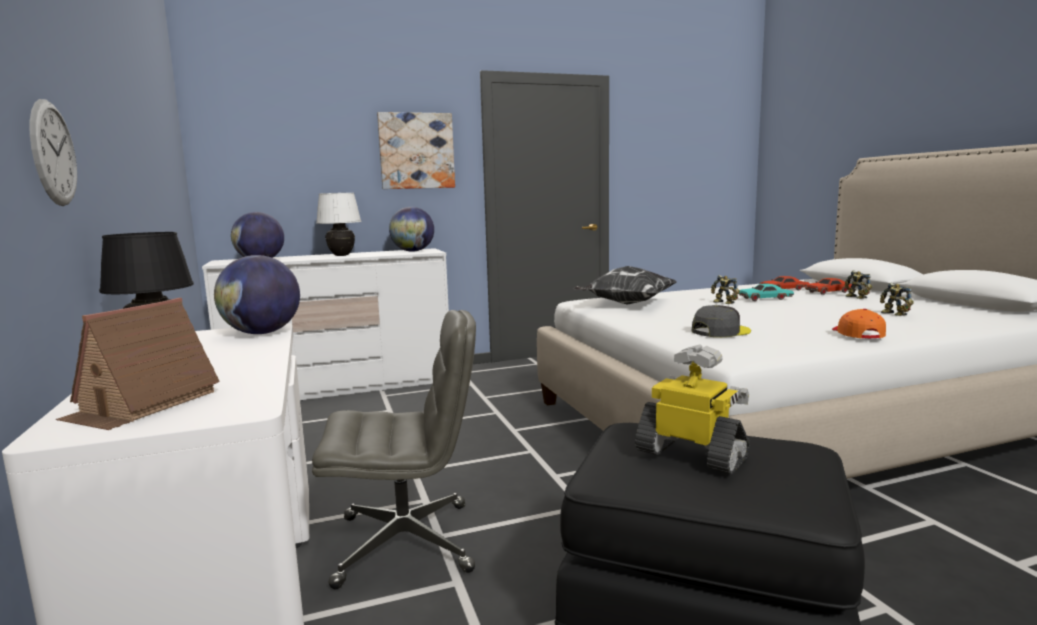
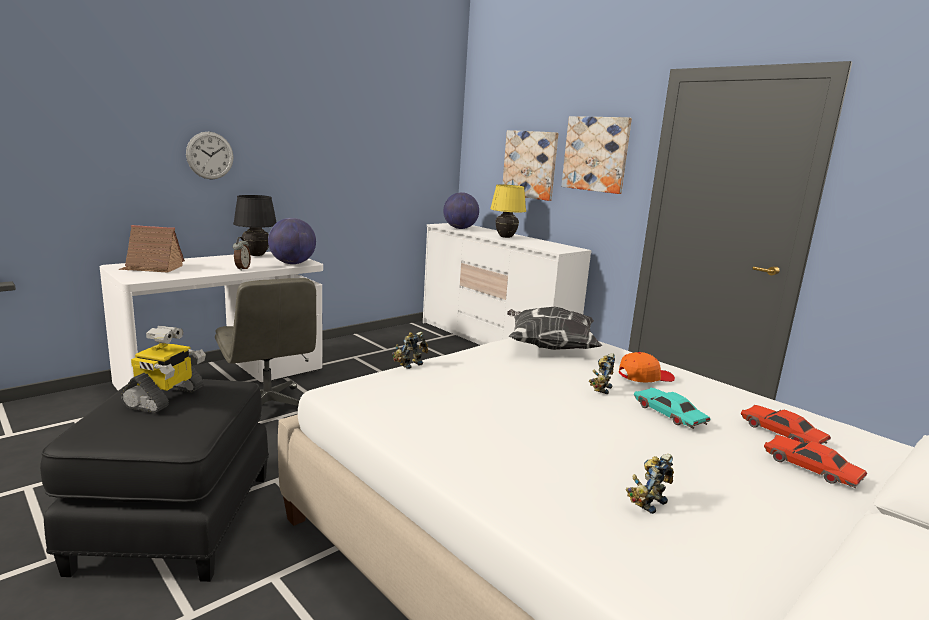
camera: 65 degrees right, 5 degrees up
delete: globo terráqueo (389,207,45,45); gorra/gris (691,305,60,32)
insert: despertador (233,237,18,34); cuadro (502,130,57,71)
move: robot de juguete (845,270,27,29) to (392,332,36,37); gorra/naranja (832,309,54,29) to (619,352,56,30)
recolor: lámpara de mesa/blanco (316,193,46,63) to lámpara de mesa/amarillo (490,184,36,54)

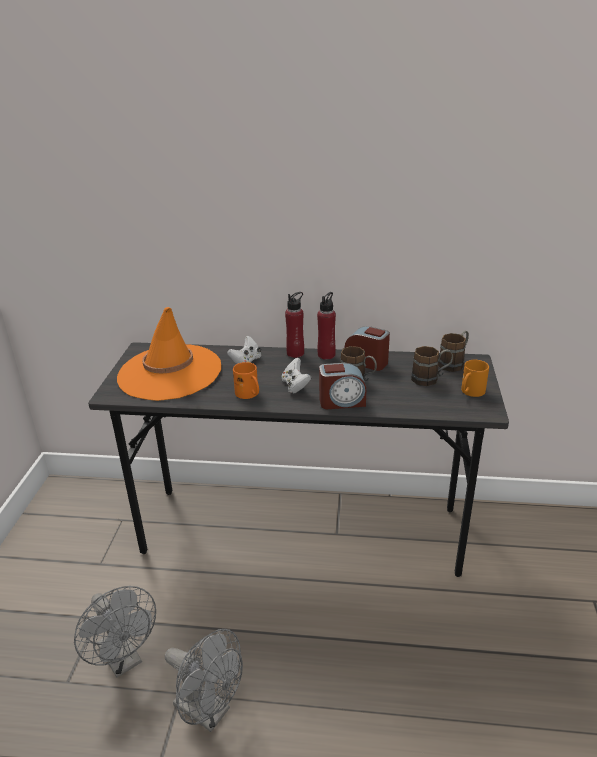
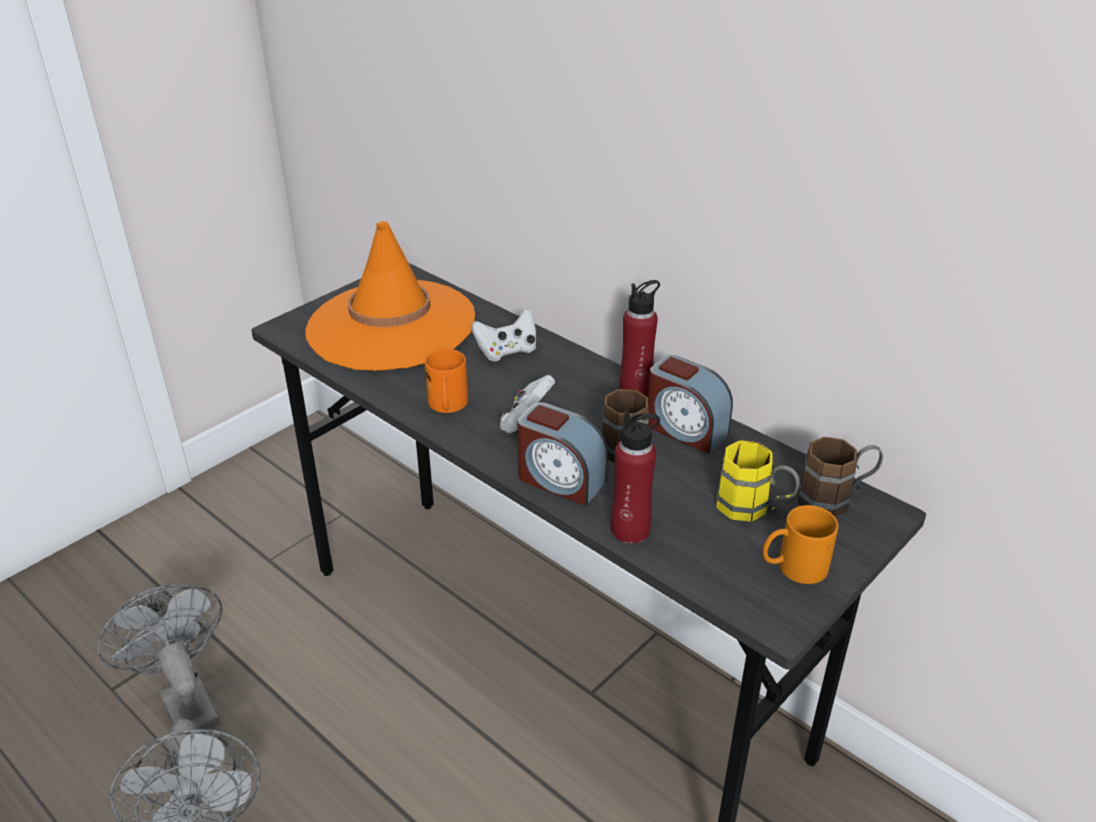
camera: 35 degrees right, 5 degrees up
move: botella/rojo (285,292,19,66) to (611,410,49,133)
recolor: taza grande/marrón (411,346,42,40) to taza grande/amarillo (716,440,84,82)
rotate: ventilador/gris (74,586,82,92) = (97,585,125,144) 150 degrees clockwise; despertador (345,326,45,45) = (648,355,85,99) 150 degrees clockwise

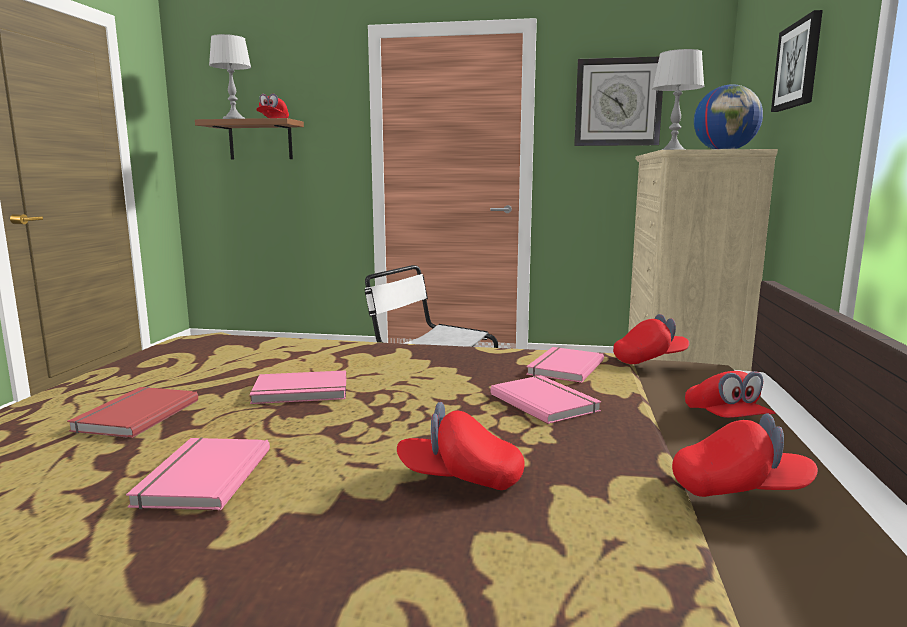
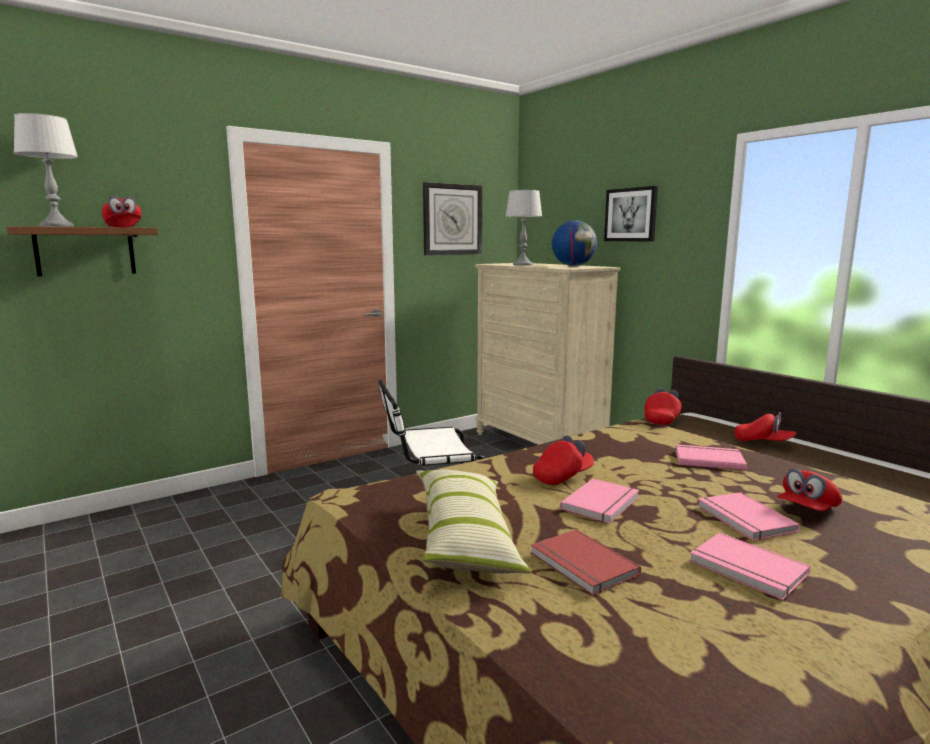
camera: 45 degrees left, 0 degrees up
insert: cojín (416,469,115,104)
move: gorra/rojo (672,413,146,84) to (533,435,61,50); libro/rosa (526,347,78,36) to (698,492,102,48)

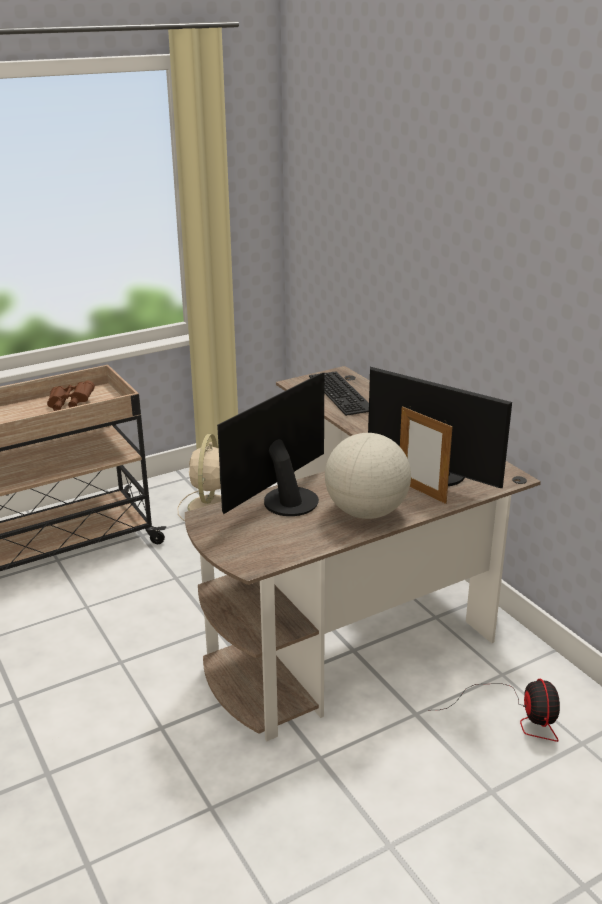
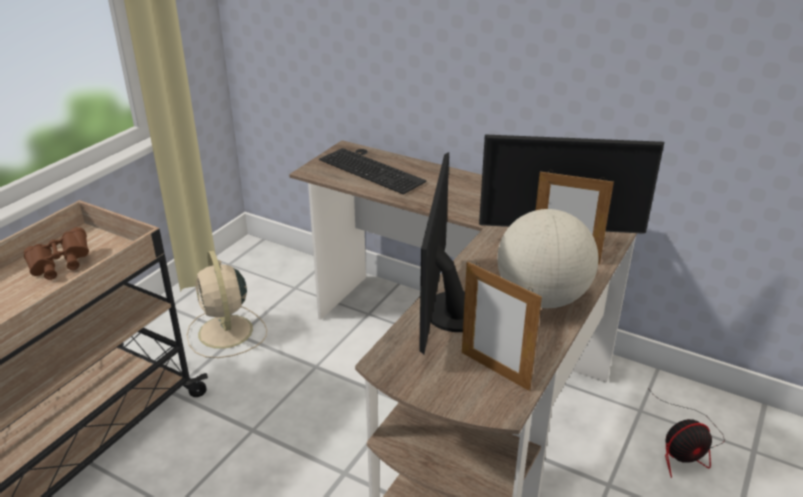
camera: 30 degrees left, 5 degrees up
insert: portarretratos (462,261,80,130)
rotate: ventilador (440,679,120,63) = (648,388,77,90) 105 degrees clockwise

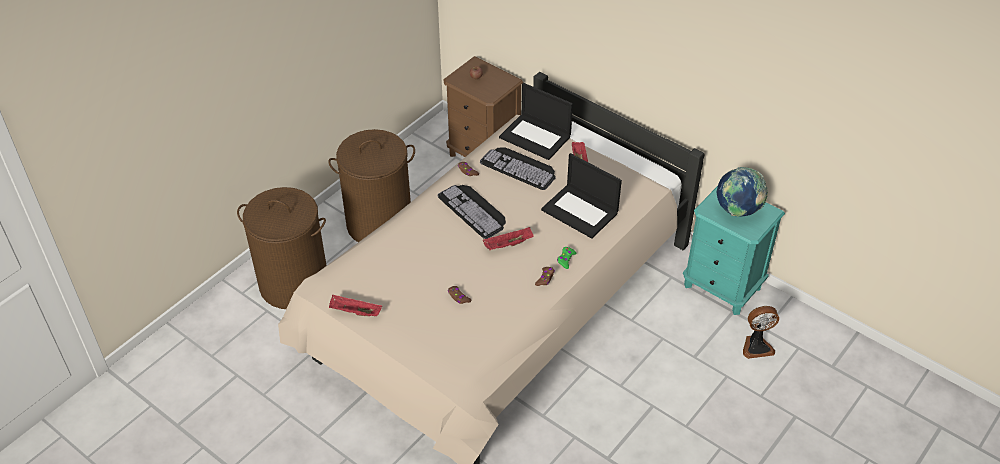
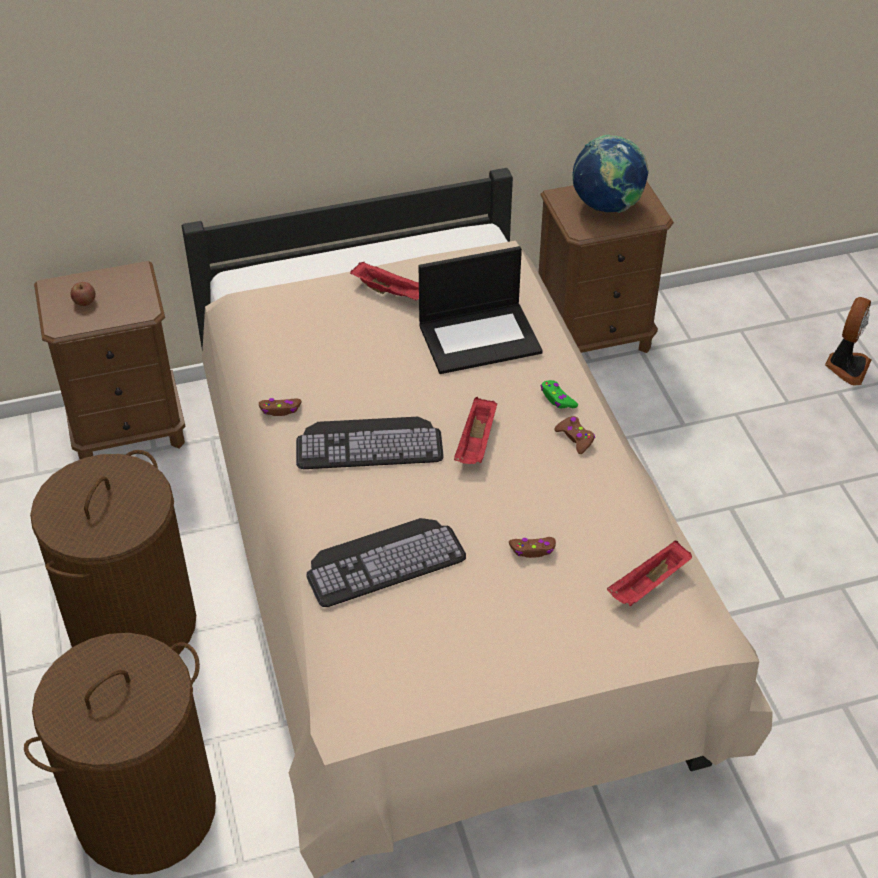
camera: 55 degrees left, 0 degrees up
delete: portátil (499,83,74,77)
move: teclado (480,147,76,43) to (306,518,160,89); bandeja/rojo (329,295,53,21) to (607,541,85,66); ventilador (743,306,36,53) to (825,297,46,88)
recolor: mesita de noche/turquesa (683,186,102,129) to mesita de noche/marrón (539,181,135,172)

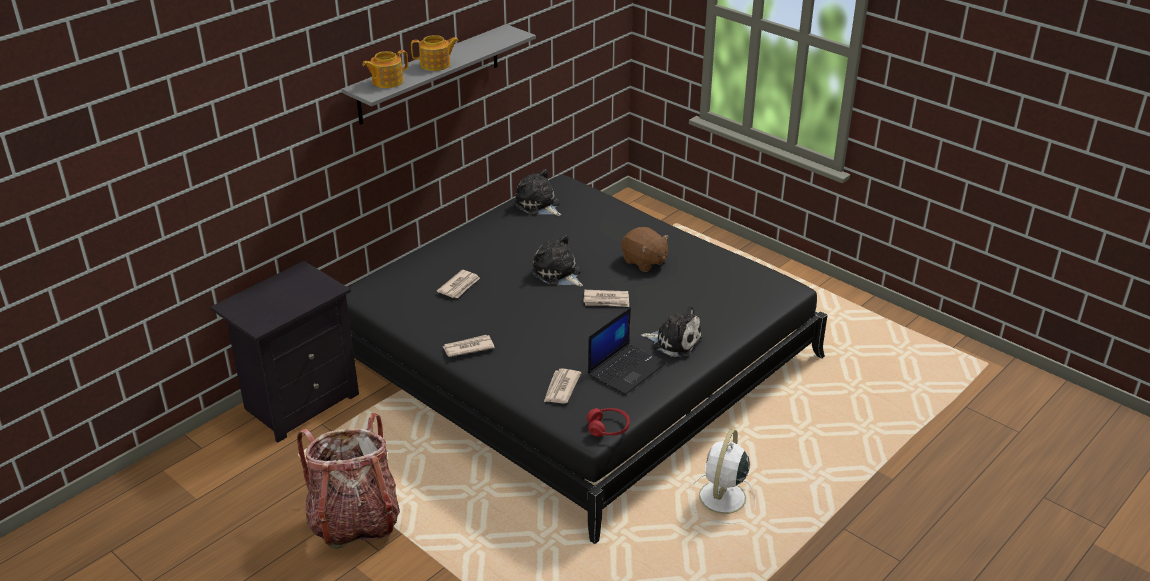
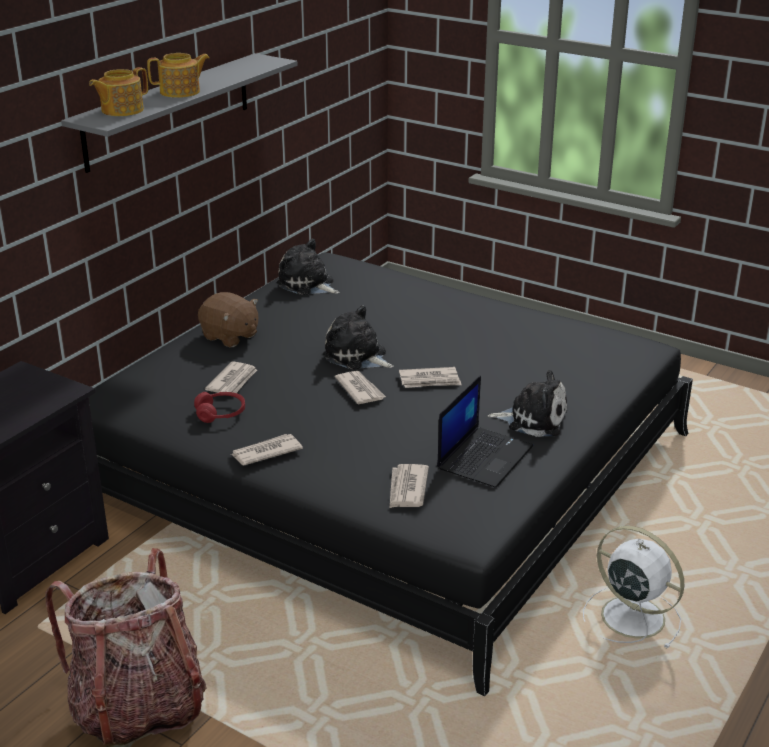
camera: 10 degrees left, 5 degrees down
insert: periódico (335,371,51,33)
move: auriculares/rojo (587,408,43,29) to (194,392,51,31); peluche/marrón (621,227,48,45) to (198,292,60,55)
rotate: ventilador/blanco (688,429,68,95) = (583,526,101,123) 120 degrees clockwise

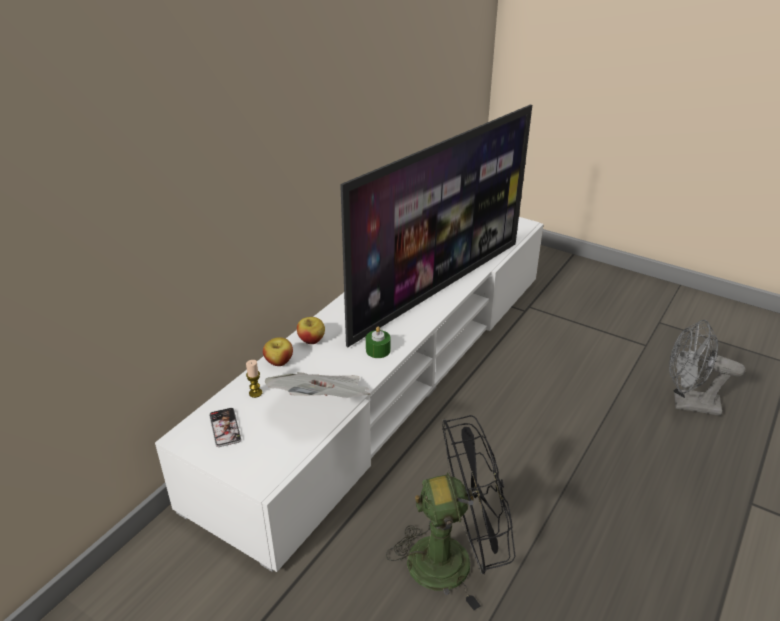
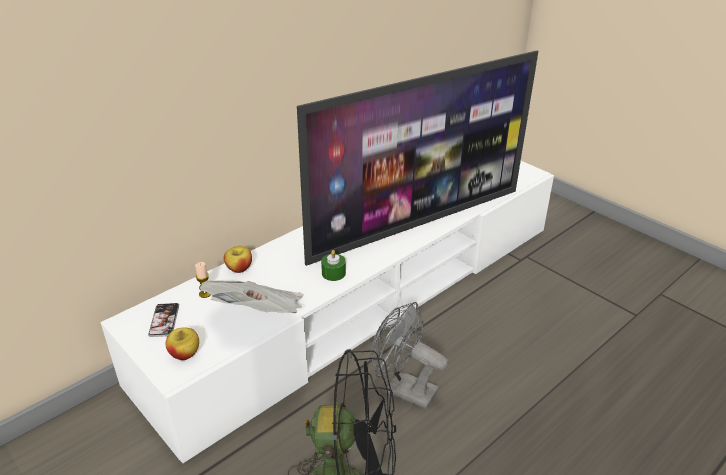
camera: 15 degrees right, 0 degrees up
move: manzana (297,317,28,27) to (165,327,34,33); ventilador/gris (669,320,76,96) to (371,302,77,107)

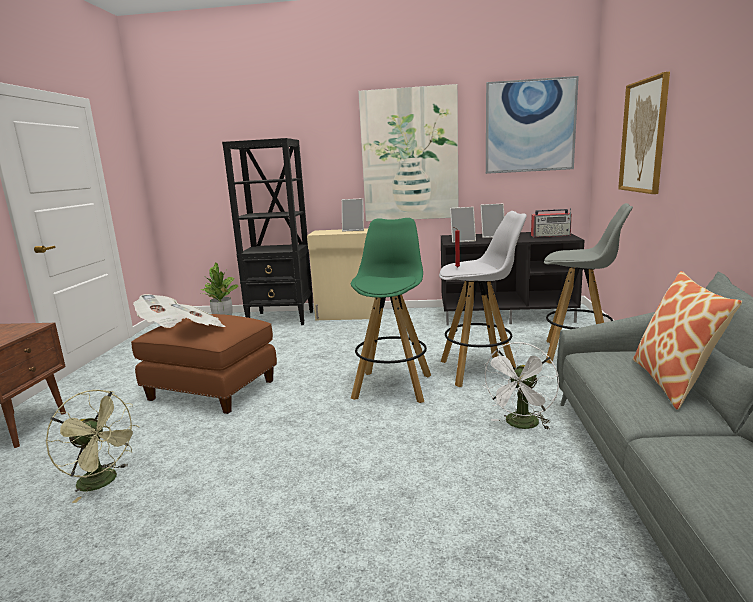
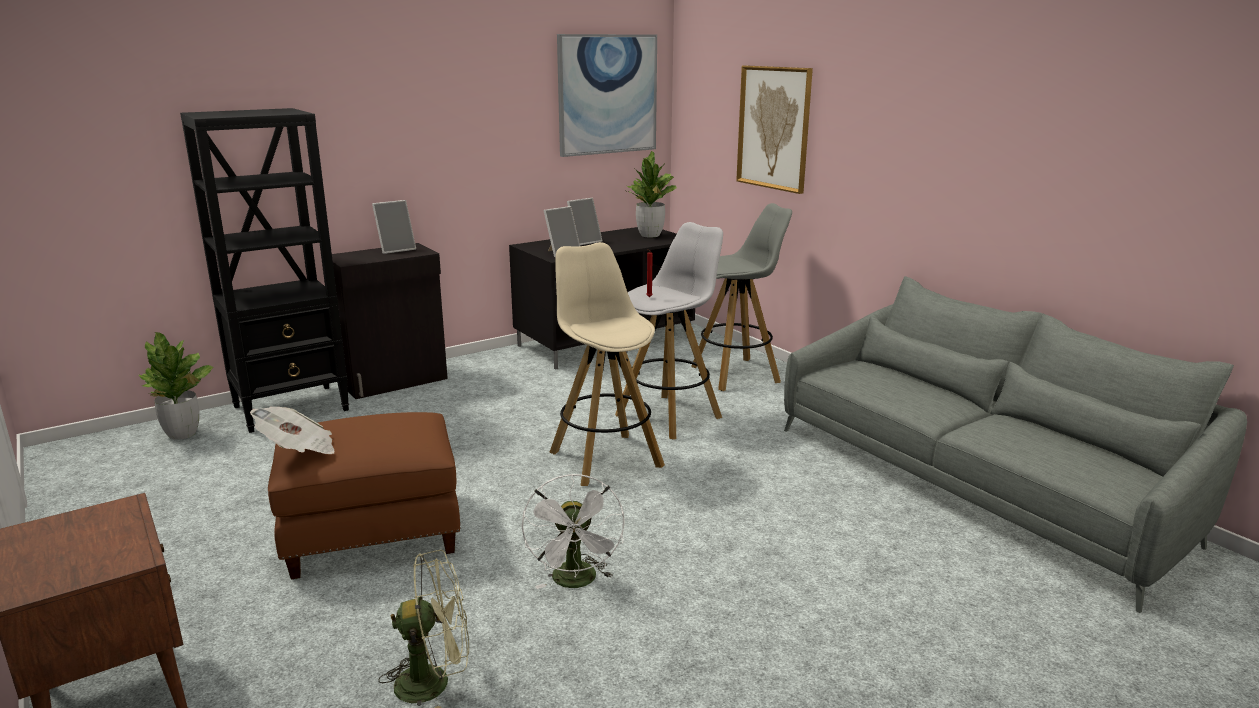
camera: 40 degrees left, 5 degrees up
delete: periódico (169,304,56,23); cuadro (358,84,101,137); cojín (633,271,109,139)
move: ventilador/blanco (482,342,77,88) to (521,474,104,115)
replace: radio (531,208,41,29) to planta en maceta (624,151,53,86)
recolor: armario/beis (307,228,68,92) to armario/negro (332,243,116,156); taburete/verde (351,218,80,185) to taburete/beis (550,242,115,244)

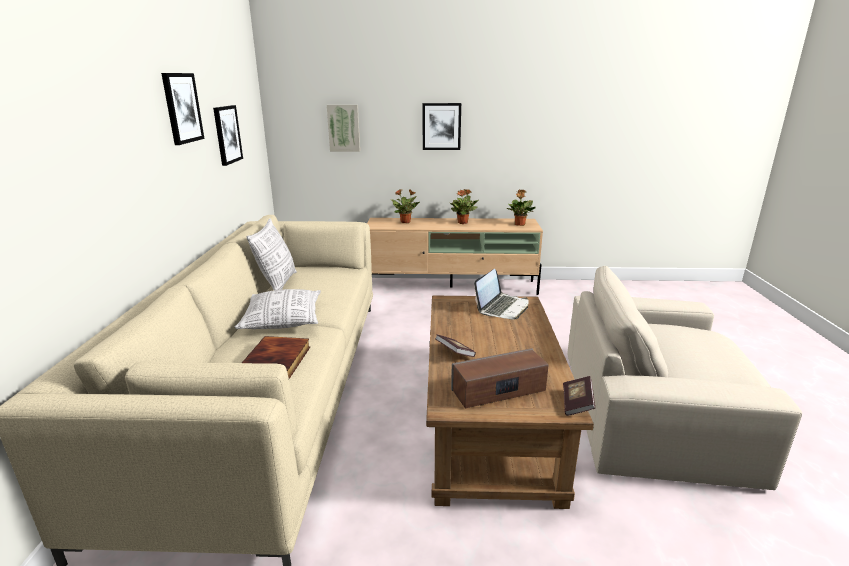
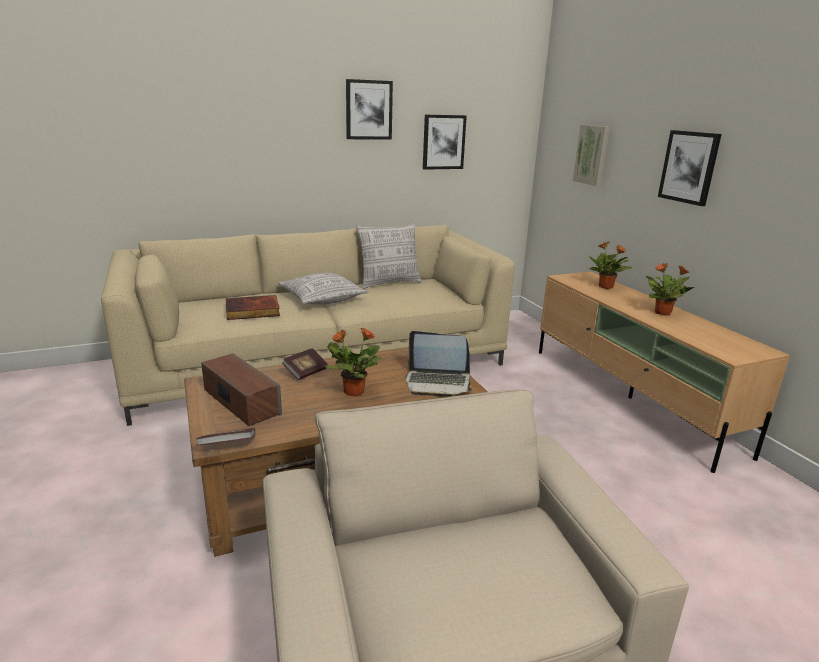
camera: 65 degrees right, 0 degrees up
move: planta en maceta (507,190,28,36) to (325,328,58,68)

